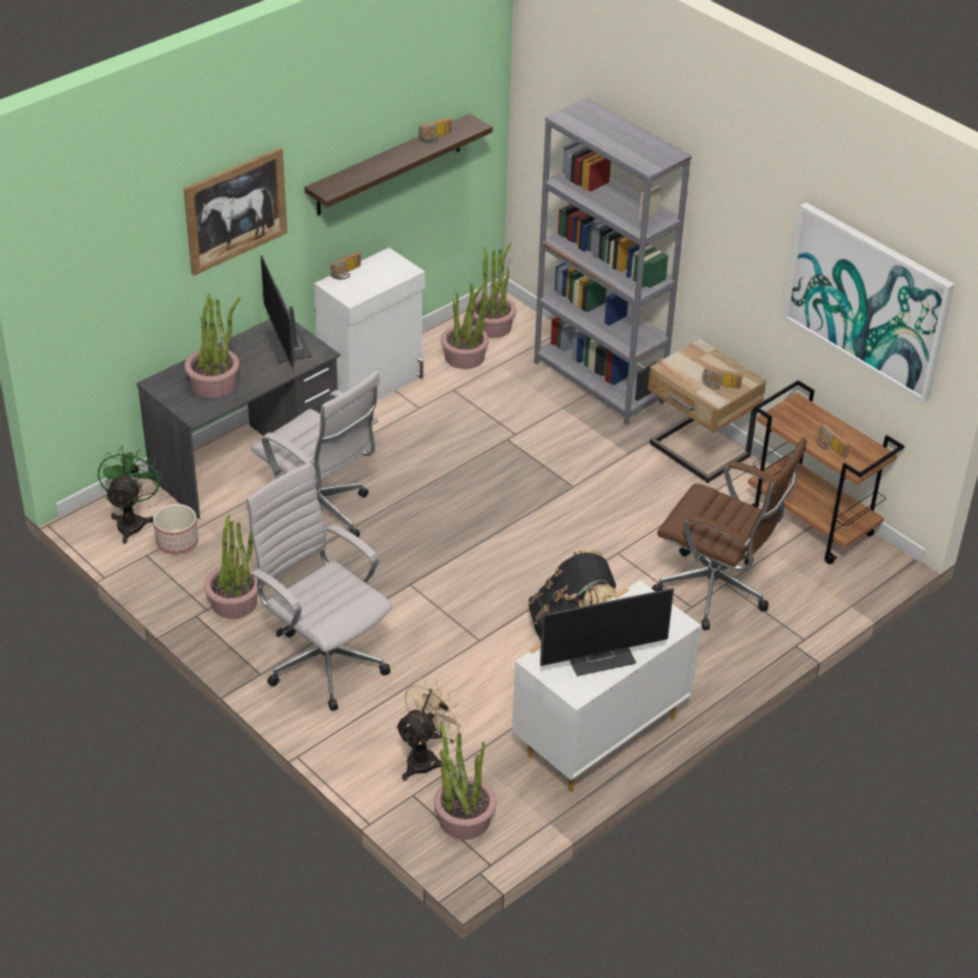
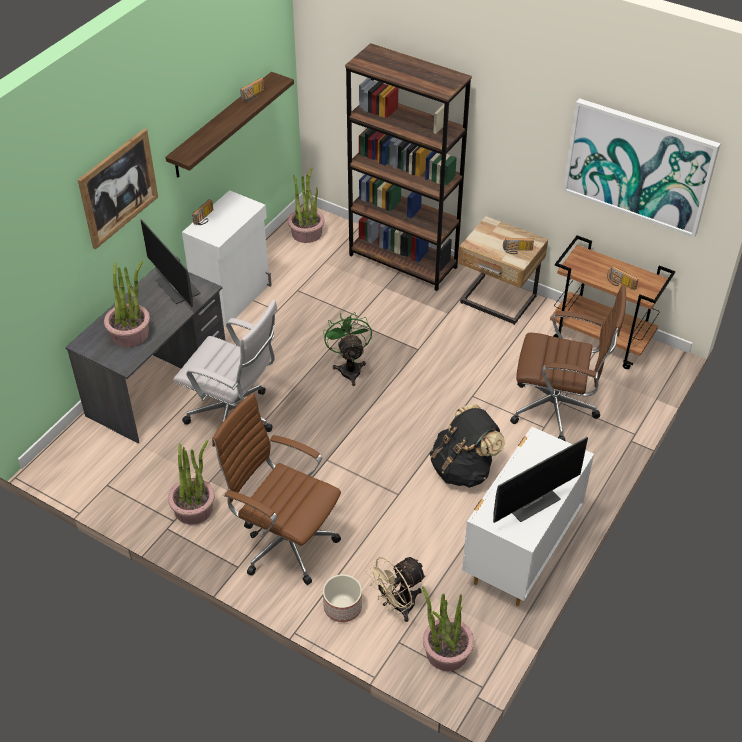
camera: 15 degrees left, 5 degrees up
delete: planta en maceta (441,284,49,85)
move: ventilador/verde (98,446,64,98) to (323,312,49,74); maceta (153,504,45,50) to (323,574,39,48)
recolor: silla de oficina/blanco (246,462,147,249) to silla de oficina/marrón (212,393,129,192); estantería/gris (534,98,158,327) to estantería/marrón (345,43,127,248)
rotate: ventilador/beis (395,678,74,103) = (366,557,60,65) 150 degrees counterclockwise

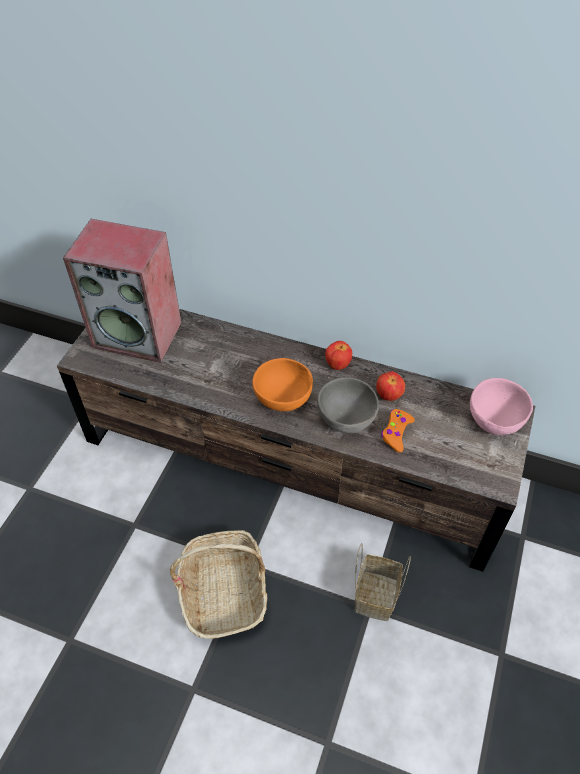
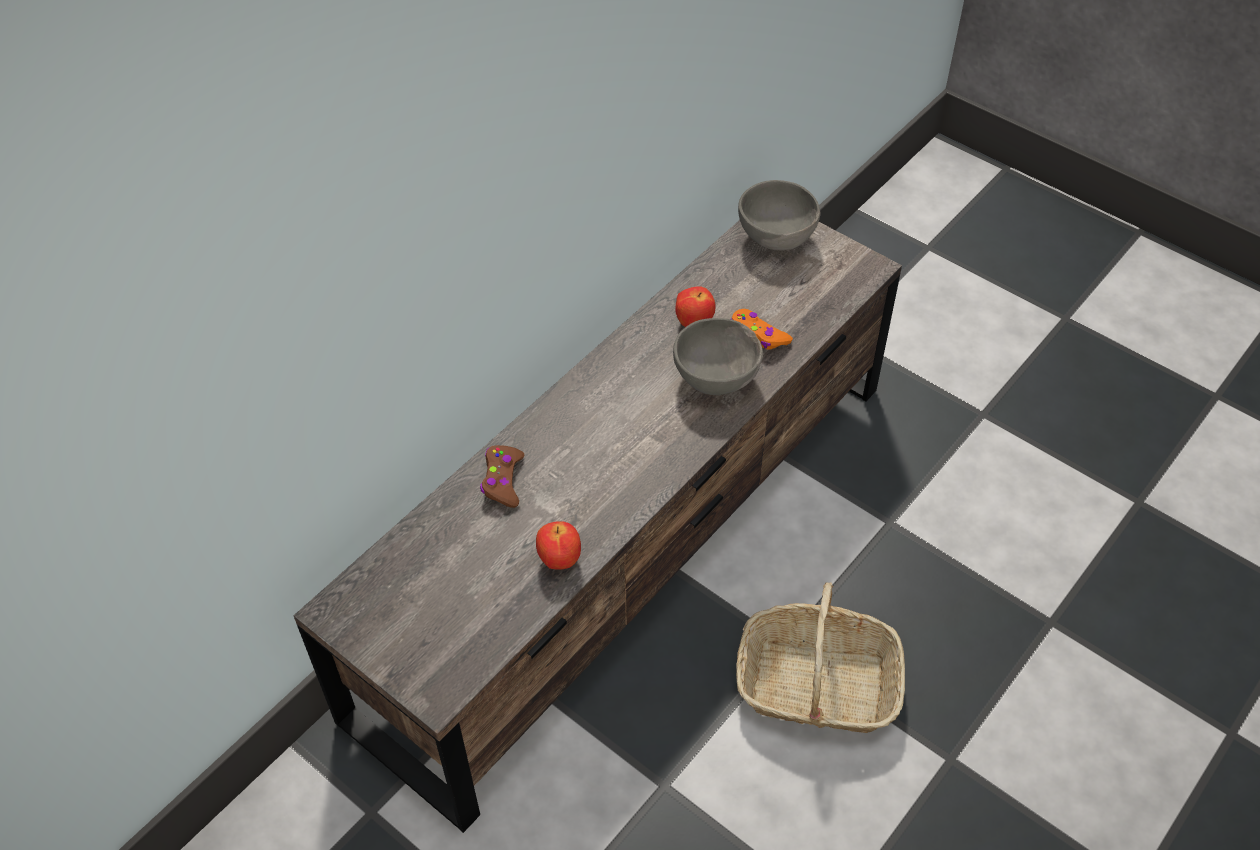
camera: 70 degrees left, 0 degrees up
delete: altavoz (63,219,118,144); cuenco/naranja (252,358,61,53); cesta (355,543,56,78)
insert: mando de consola/marrón (480,445,44,63)
move: manzana (325,341,27,29) to (536,521,45,49)
recolor: cuenco/rosa (470,378,63,57) to cuenco/gris (738,180,83,71)

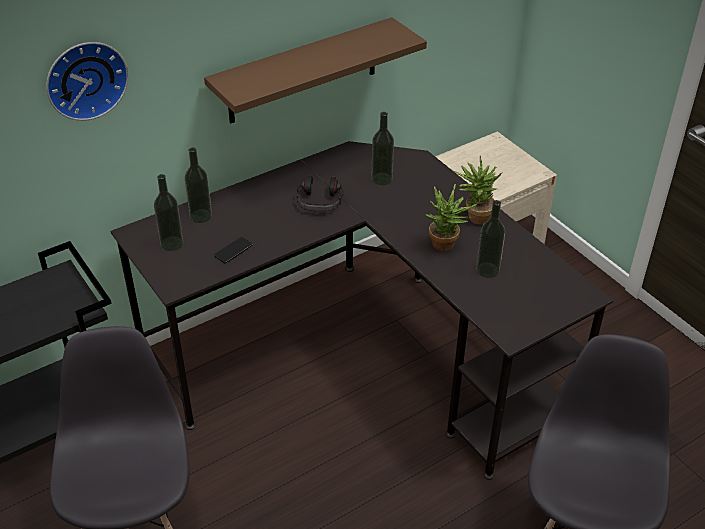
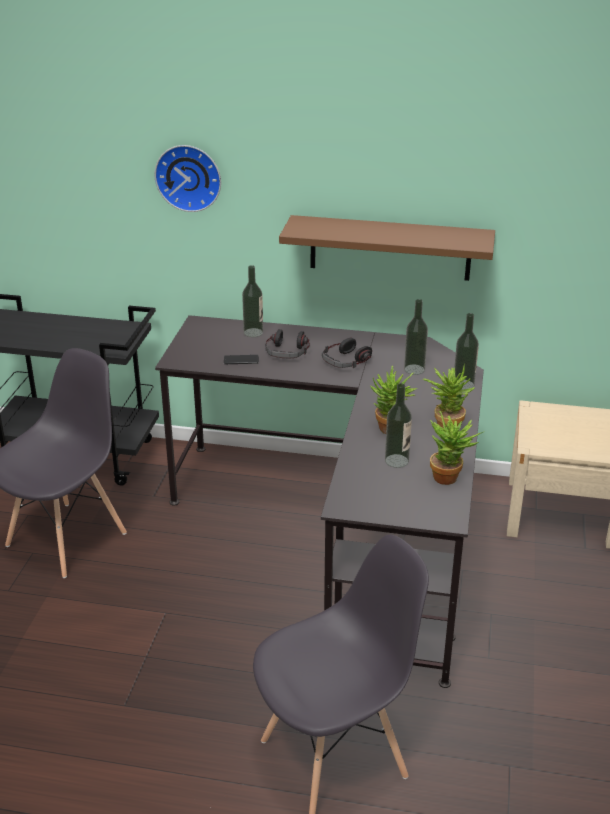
camera: 45 degrees right, 10 degrees down
insert: auriculares (266,329,44,29); planta en maceta (430,411,53,74)
move: botella (154,174,29,77) to (454,313,25,77)

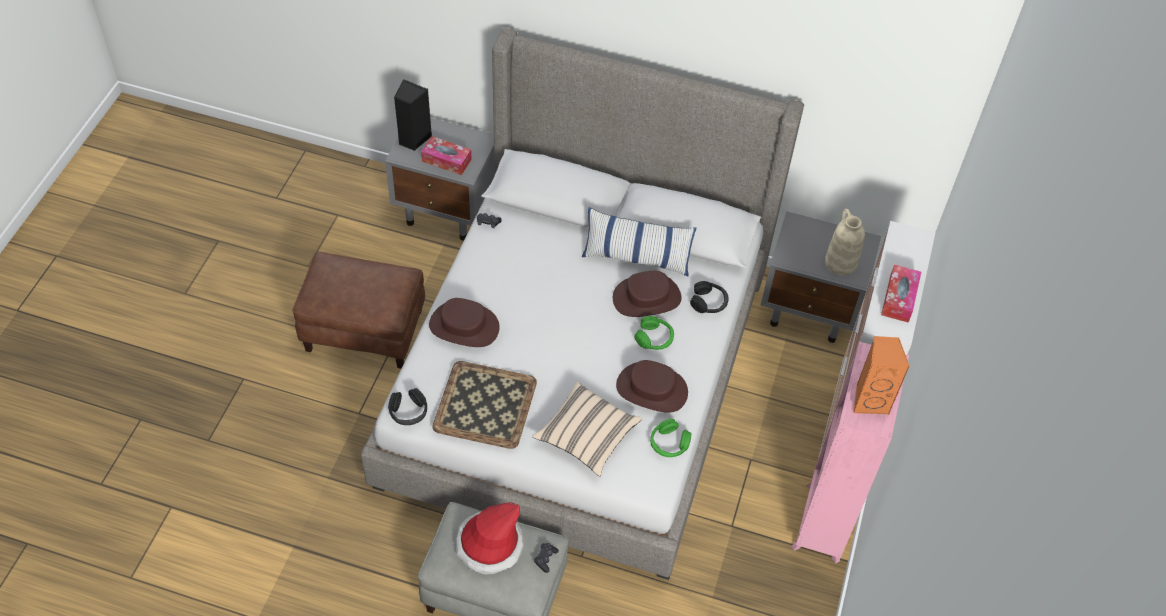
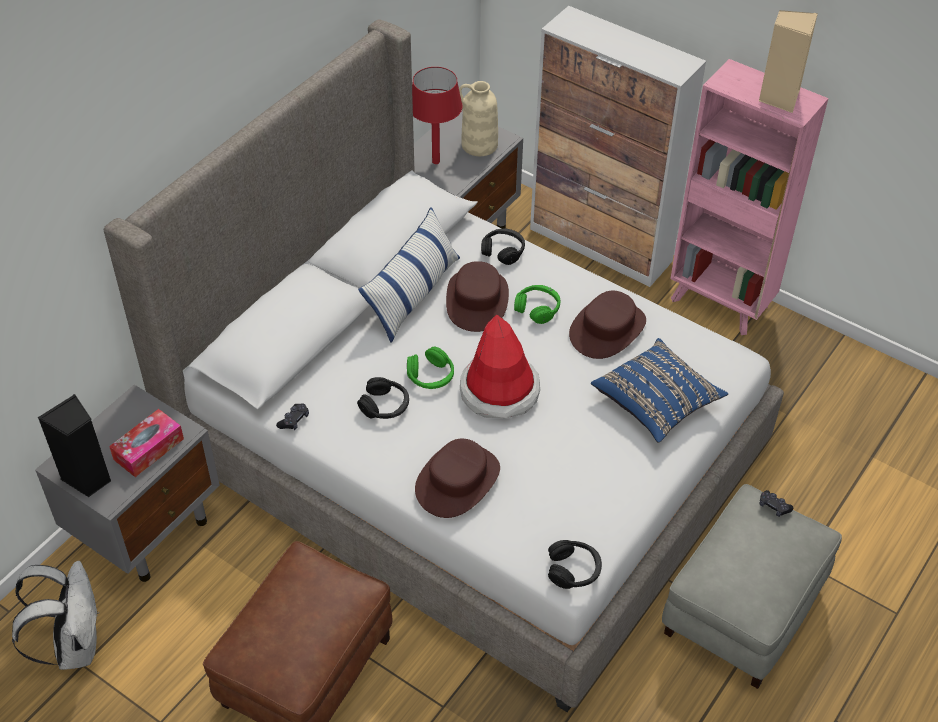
camera: 70 degrees left, 5 degrees down
delete: bandeja (432,361,105,88); caja de pañuelos (881,265,40,58)
insert: mochila/blanco (12,561,87,109); auriculares/negro (357,377,52,42); lámpara de mesa/rojo (412,67,51,97)
move: auriculares/verde (650,419,41,38) to (407,347,47,42); sombrero (456,502,68,73) to (460,314,80,104)
recolor: cojín/beis (532,381,110,96) to cojín/azul (591,338,137,105); altavoz/naranja (853,336,57,79) to altavoz/beis (759,10,59,103)

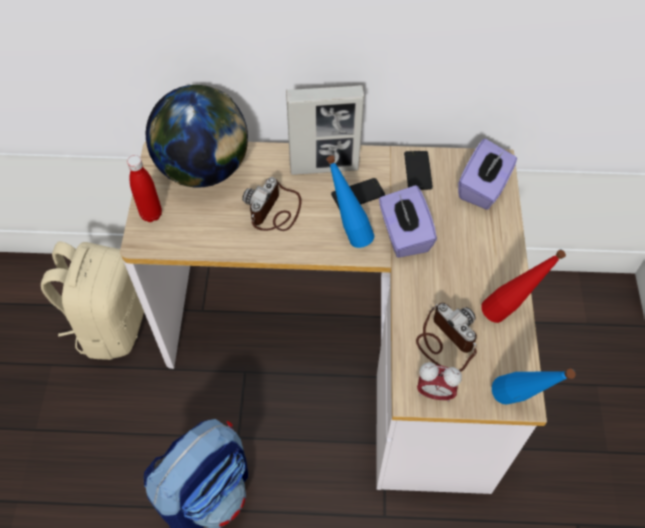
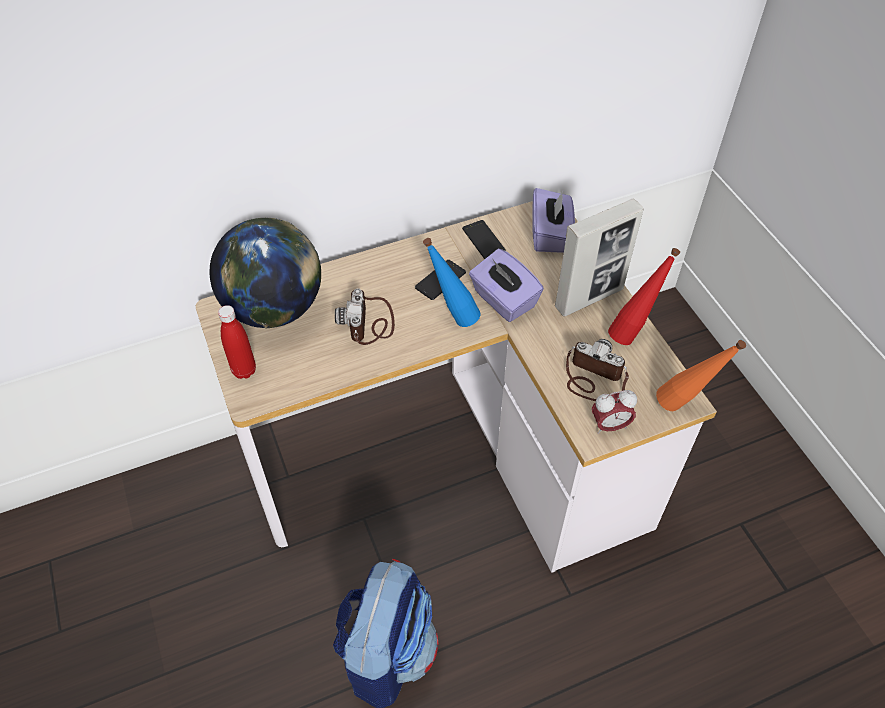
camera: 25 degrees left, 5 degrees down
delete: mochila/beis (41,241,103,119)
move: portarretratos (286,85,78,90) to (555,198,89,118)
recolor: botella/azul (492,369,83,35) to botella/naranja (656,340,90,71)

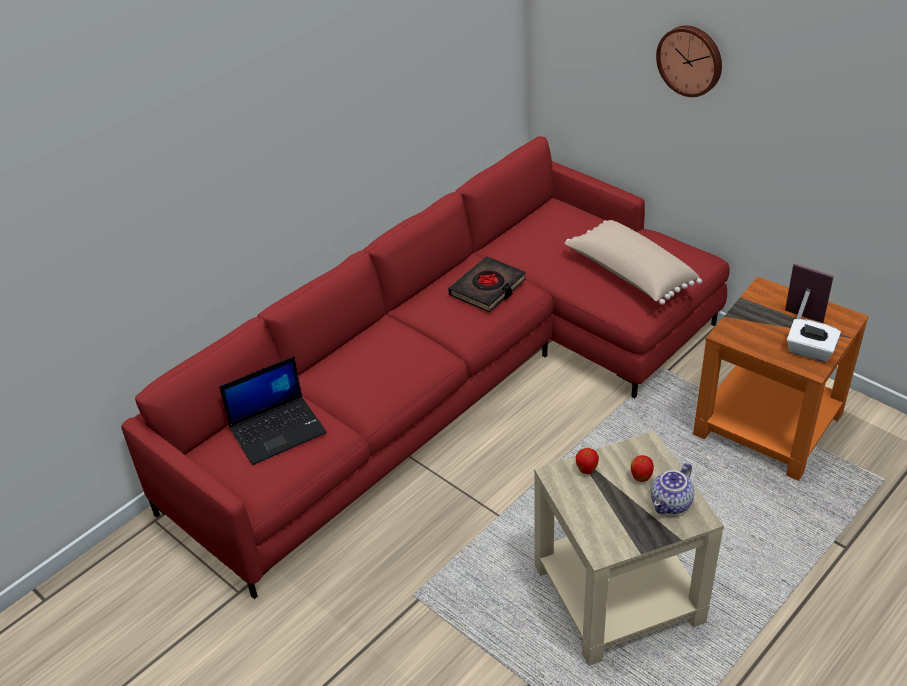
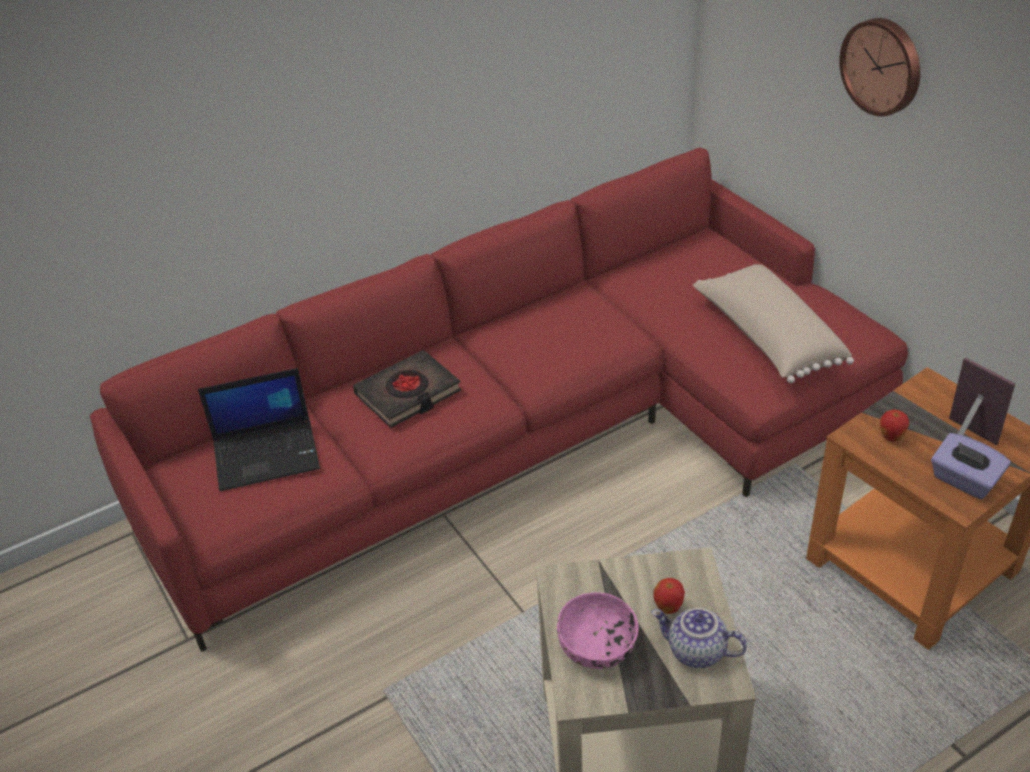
camera: 15 degrees right, 0 degrees up
insert: cuenco/rosa (557,592,82,77)
move: libro/negro (448,256,78,56) to (353,350,108,78); manzana (576,448,23,26) to (880,410,29,31)
recolor: caja de pañuelos/blanco (787,319,54,43) to caja de pañuelos/morado (931,433,80,66)
rotate: tetera (651,463,43,51) = (652,608,95,60) 60 degrees clockwise

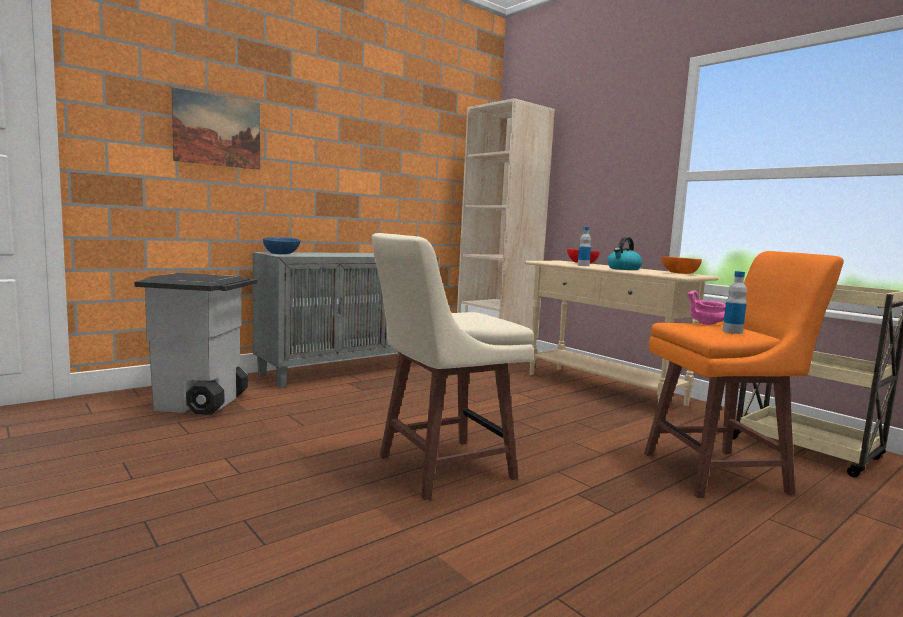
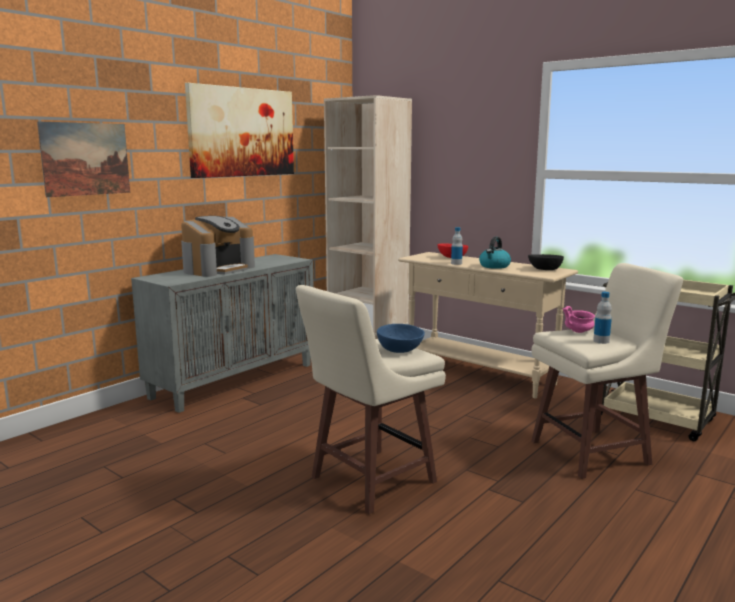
camera: 10 degrees left, 5 degrees up
delete: papelera/gris (134,273,123,142)
insert: cafetera (181,216,74,61); cuadro (185,83,109,95)
move: cuenco/azul (263,237,38,17) to (377,324,48,29)
recolor: cuenco/naranja (661,257,41,17) to cuenco/negro (528,254,36,16); taburete/naranja (644,251,200,247) to taburete/beis (531,263,152,216)

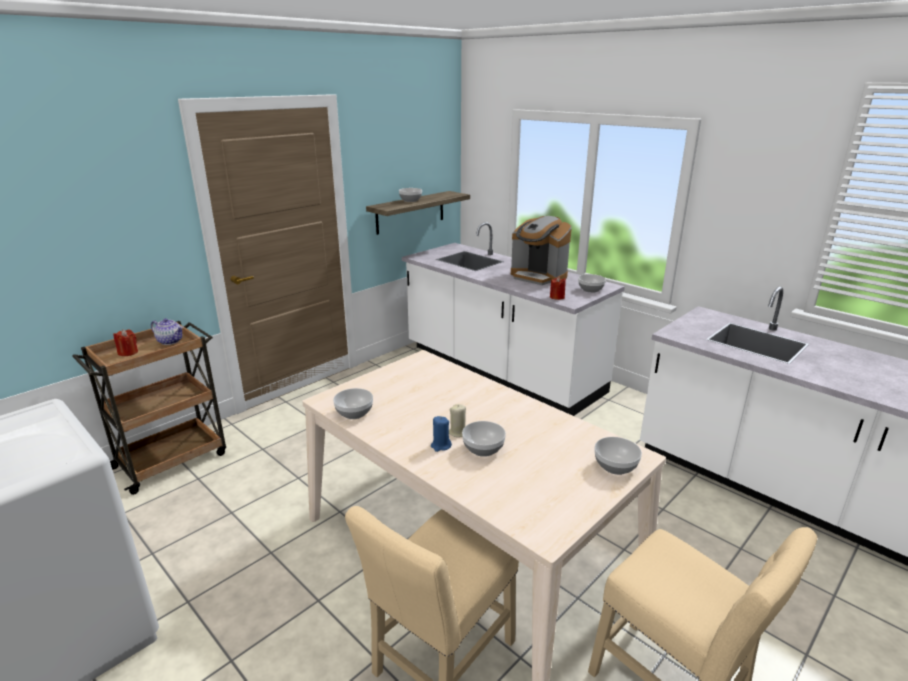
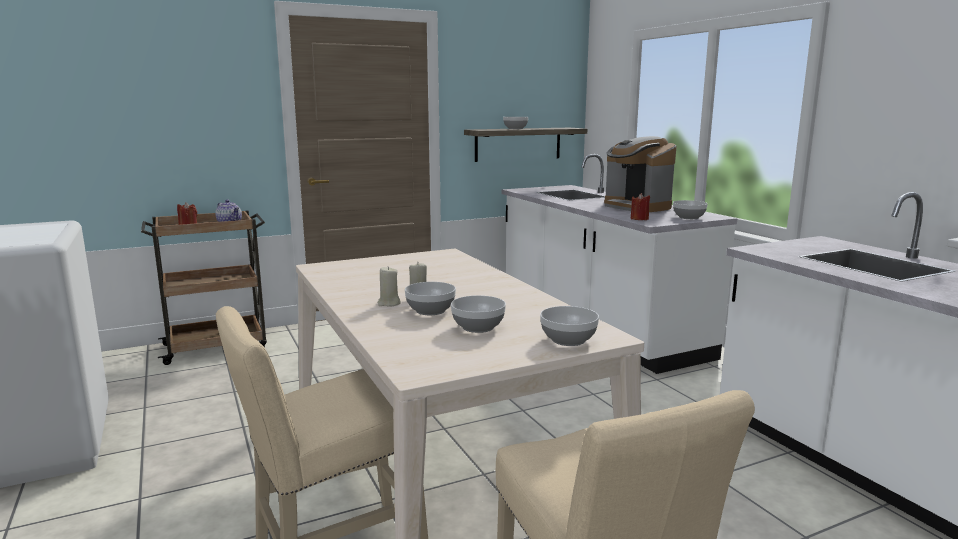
camera: 20 degrees right, 10 degrees down
move: cuenco (333,388,40,31) to (451,295,55,38)
recolor: vela/azul (431,416,21,36) to vela/beis (377,267,24,40)

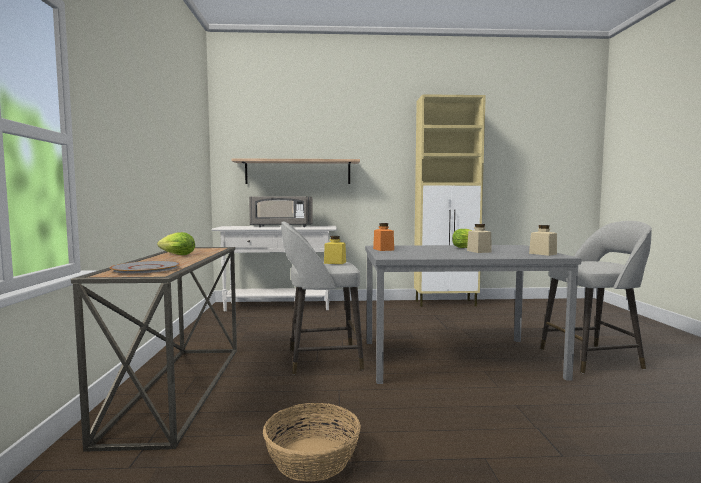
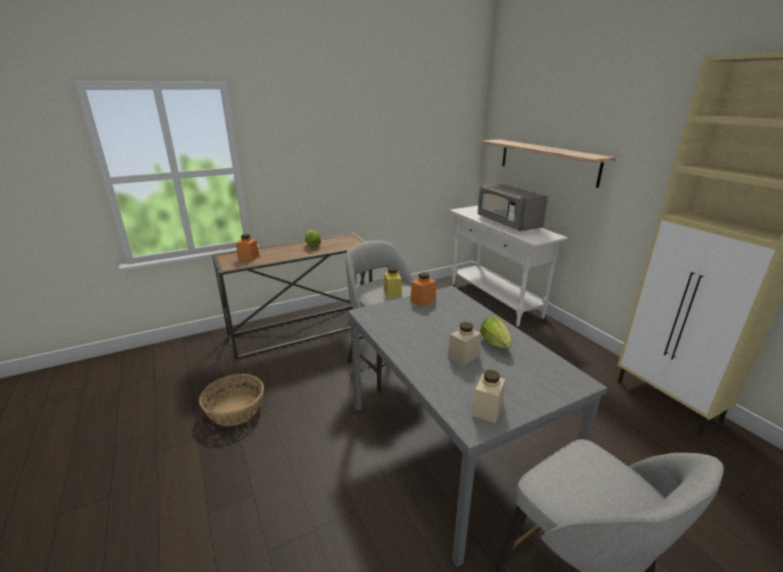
camera: 65 degrees right, 20 degrees up
replace: plato/gris (110,261,70,12) to tarro/naranja (236,234,23,27)

